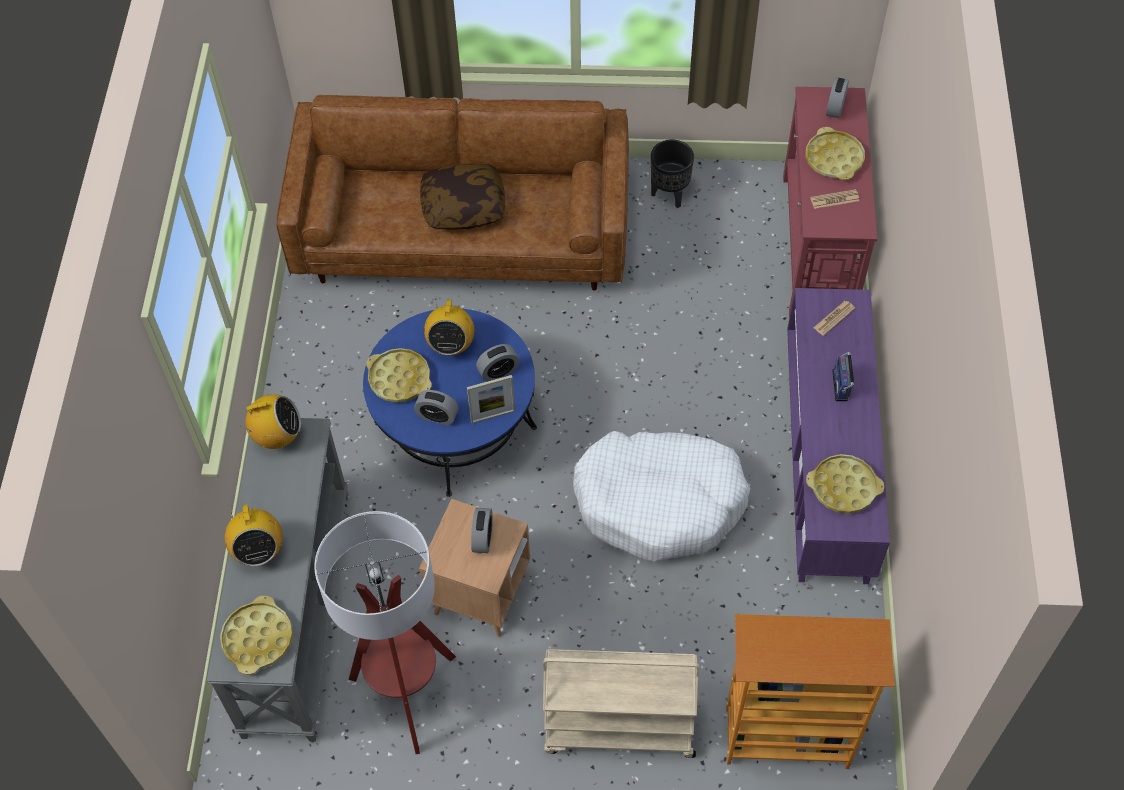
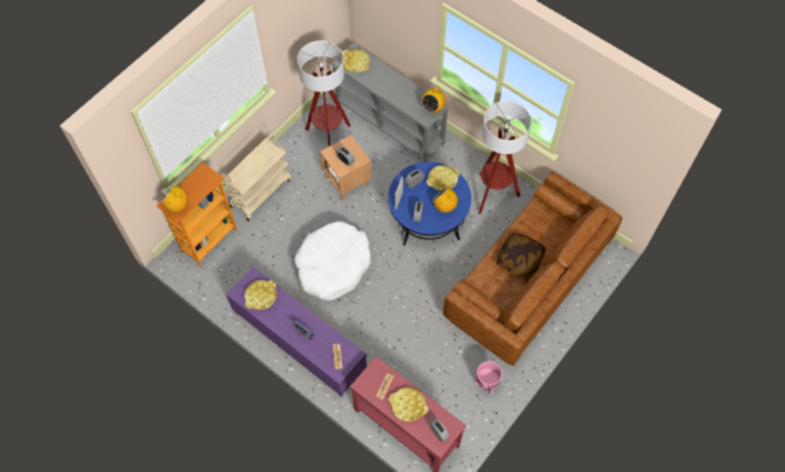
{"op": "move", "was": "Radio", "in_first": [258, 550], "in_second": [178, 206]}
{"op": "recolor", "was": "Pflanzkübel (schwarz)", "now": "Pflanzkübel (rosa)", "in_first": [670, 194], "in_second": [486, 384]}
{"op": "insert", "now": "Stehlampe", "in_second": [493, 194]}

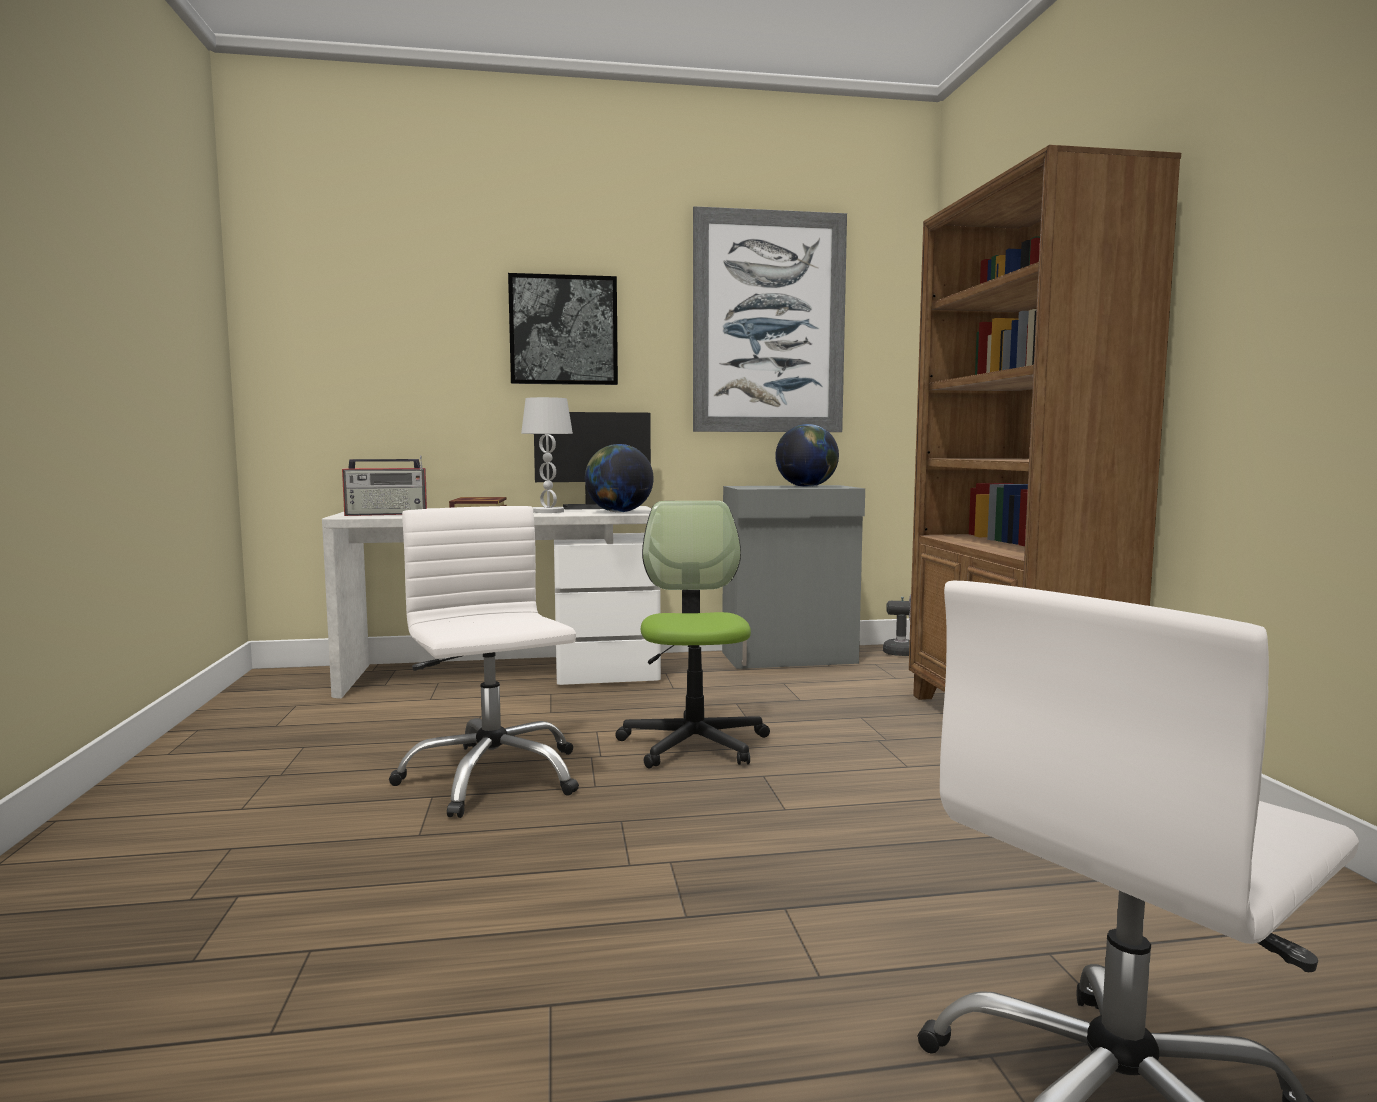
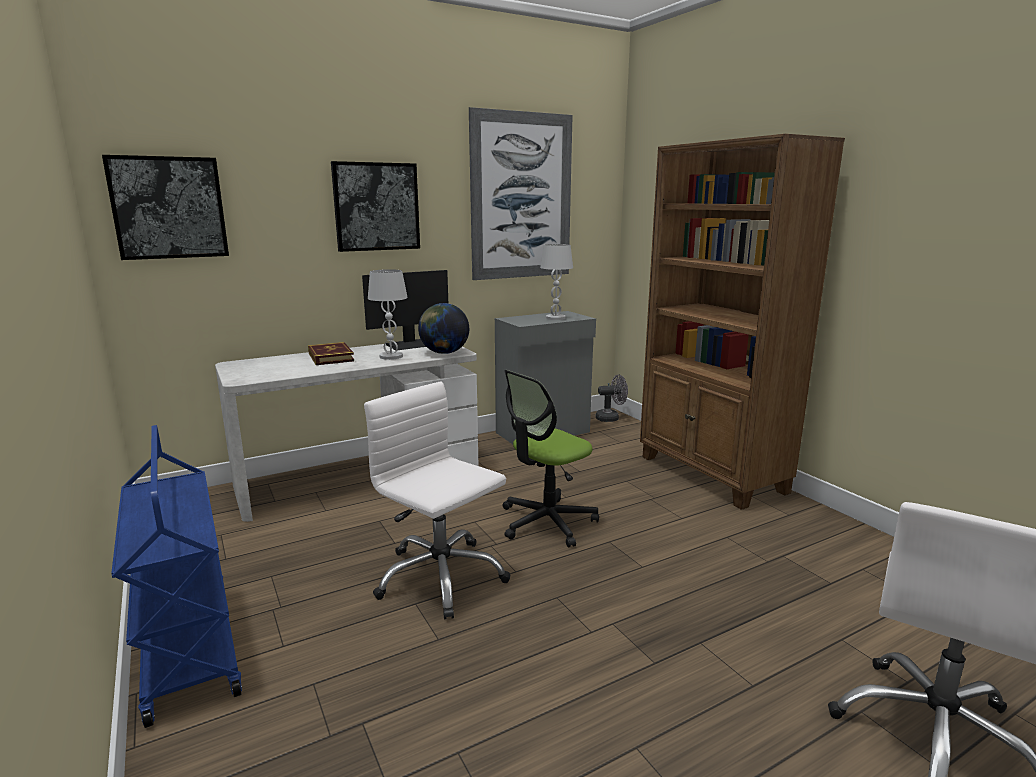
{"op": "delete", "was": "Radio", "in_first": [388, 514]}
{"op": "rotate", "was": "Bürostuhl", "in_first": [694, 744], "in_second": [547, 522], "clockwise": -105}
{"op": "replace", "was": "Globus", "now": "Tischlampe (weiß)", "in_first": [806, 487], "in_second": [555, 318]}
{"op": "insert", "now": "Bild", "in_second": [169, 208]}
{"op": "insert", "now": "Rollwagen (blau)", "in_second": [188, 648]}

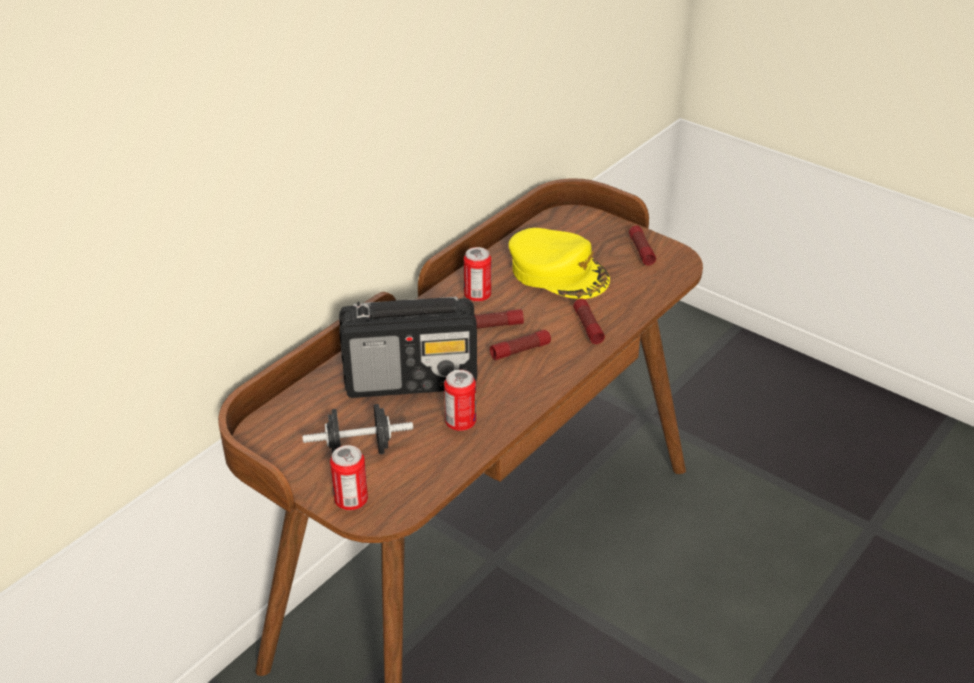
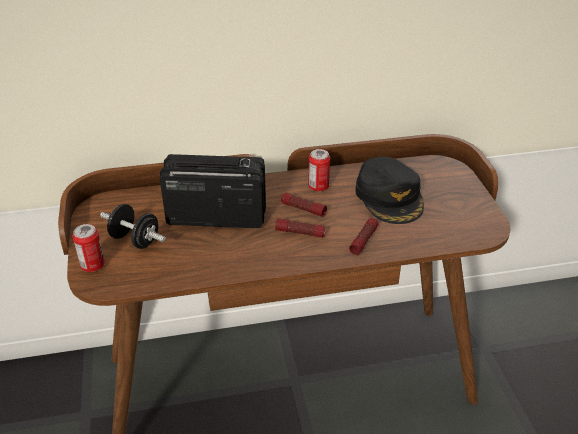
{"op": "rotate", "was": "Radio", "in_first": [412, 380], "in_second": [215, 216], "clockwise": 150}
{"op": "delete", "was": "Dose", "in_first": [460, 423]}
{"op": "recolor", "was": "Kappe (gelb)", "now": "Kappe (schwarz)", "in_first": [558, 272], "in_second": [389, 197]}
{"op": "delete", "was": "Taschenlampe", "in_first": [641, 250]}

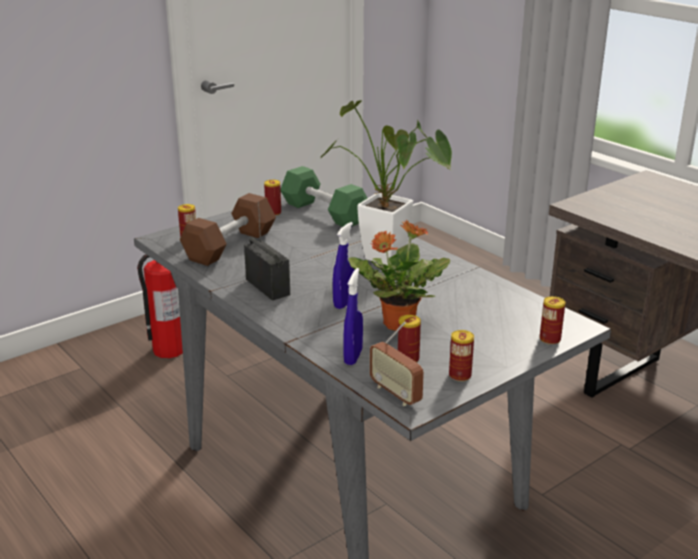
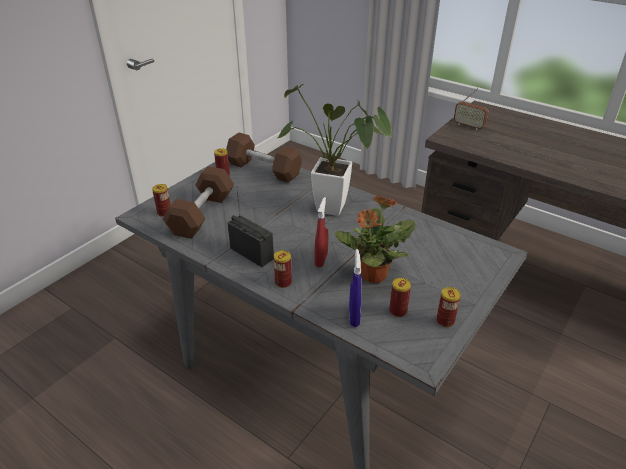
{"op": "delete", "was": "Feuerlöscher", "in_first": [168, 350]}
{"op": "recolor", "was": "Hantel (grün)", "now": "Hantel (braun)", "in_first": [324, 213], "in_second": [263, 169]}
{"op": "recolor", "was": "Sprühflasche (blau)", "now": "Sprühflasche (rot)", "in_first": [344, 303], "in_second": [321, 260]}
{"op": "move", "was": "Radio", "in_first": [395, 394], "in_second": [468, 126]}
{"op": "move", "was": "Dose", "in_first": [550, 339], "in_second": [283, 282]}

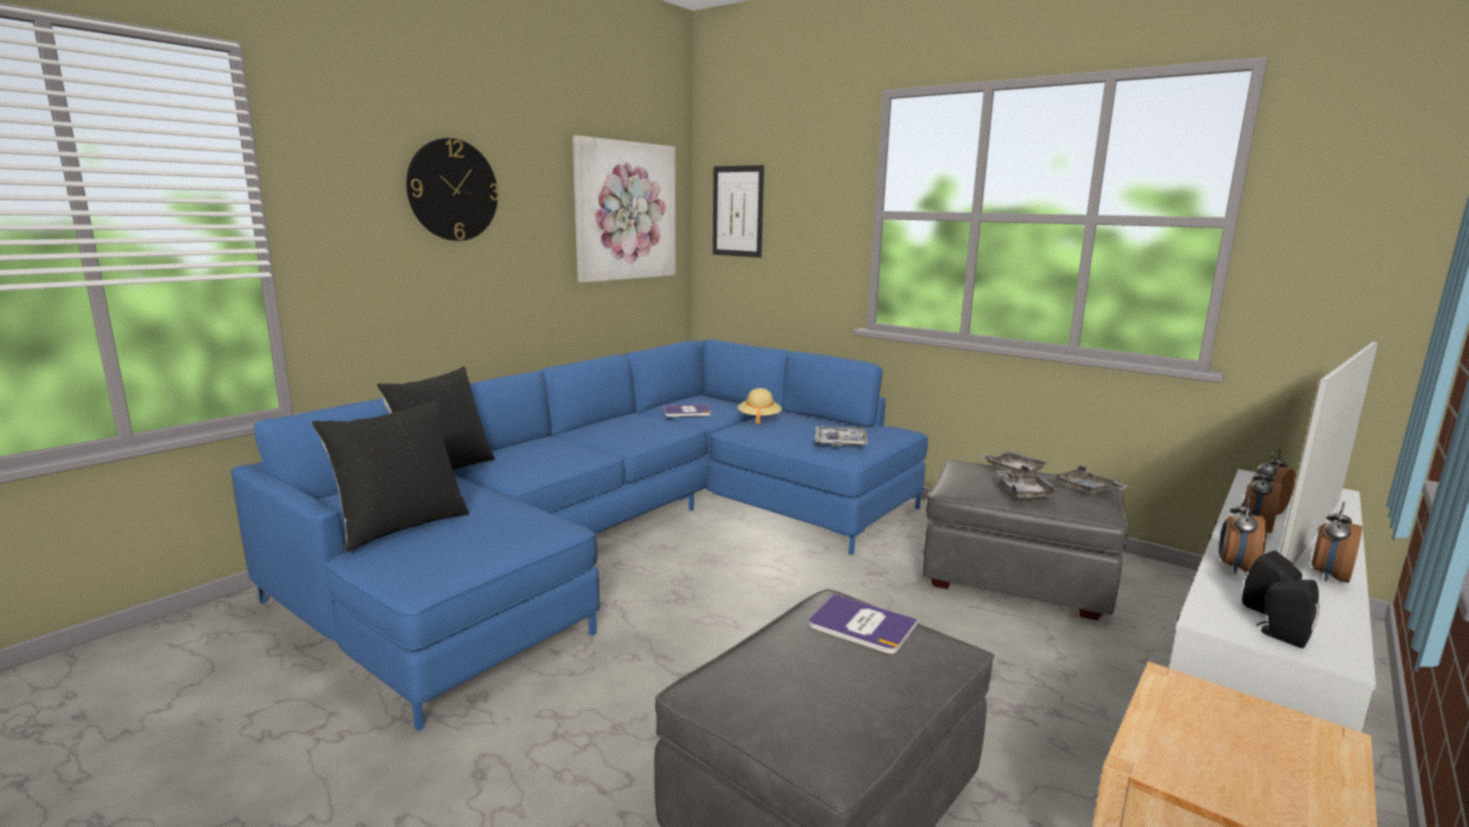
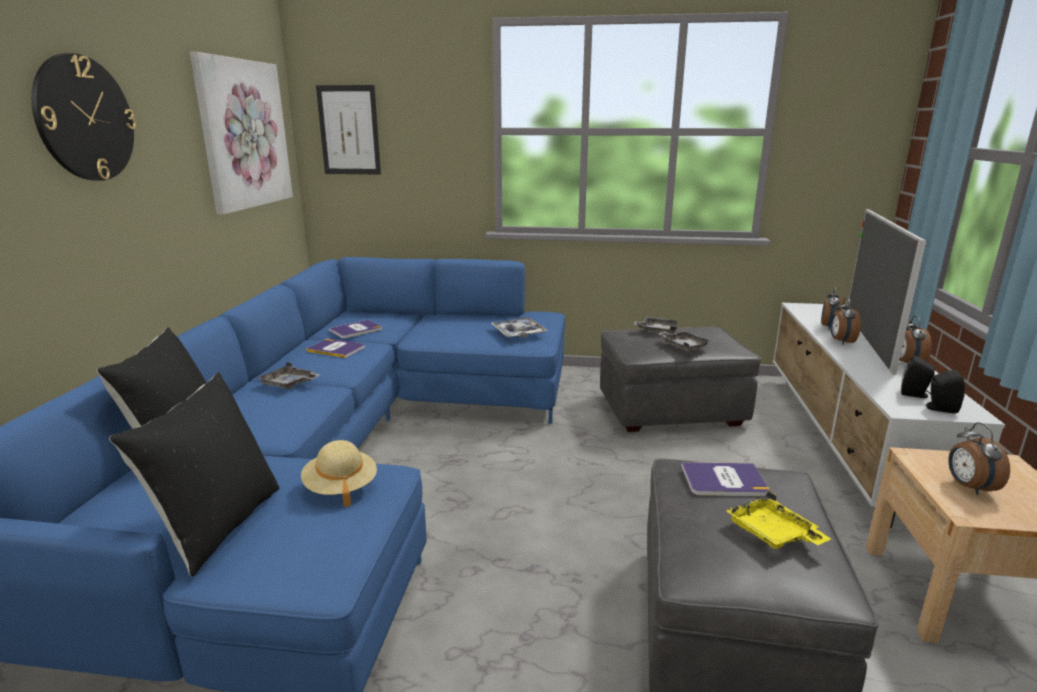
{"op": "move", "was": "Hut (beige)", "in_first": [759, 418], "in_second": [340, 487]}
{"op": "move", "was": "Tablett (grau)", "in_first": [1086, 490], "in_second": [289, 384]}
{"op": "move", "was": "Wecker", "in_first": [1235, 568], "in_second": [968, 487]}
{"op": "insert", "now": "Buch", "in_second": [336, 349]}
{"op": "insert", "now": "Tablett (gelb)", "in_second": [772, 534]}

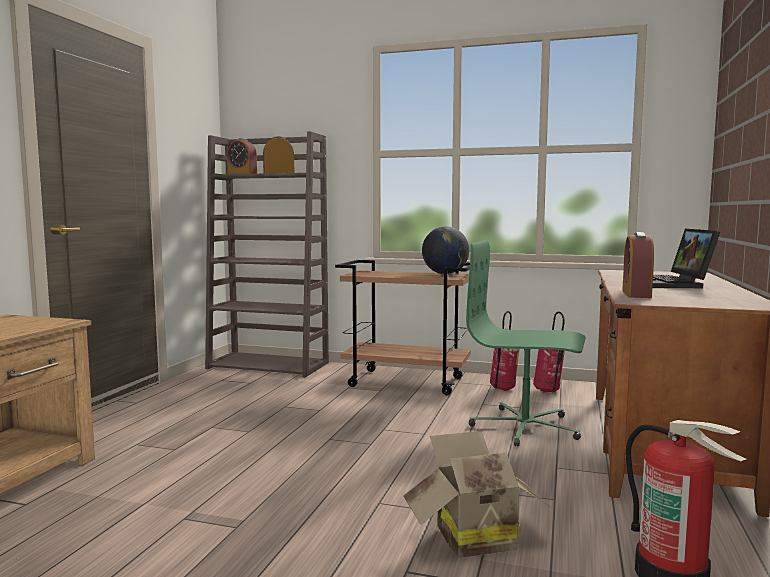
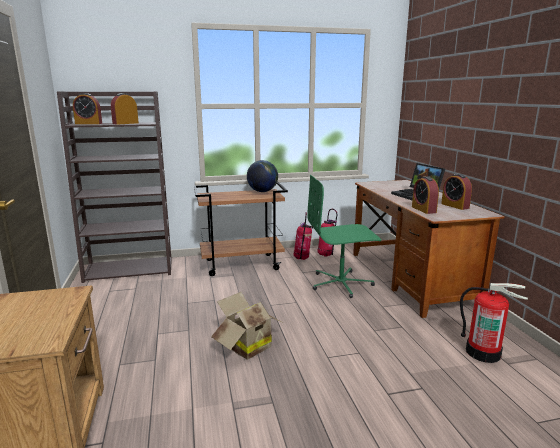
{"op": "move", "was": "Karton", "in_first": [470, 537], "in_second": [246, 346]}
{"op": "insert", "now": "Wecker", "in_second": [455, 206]}

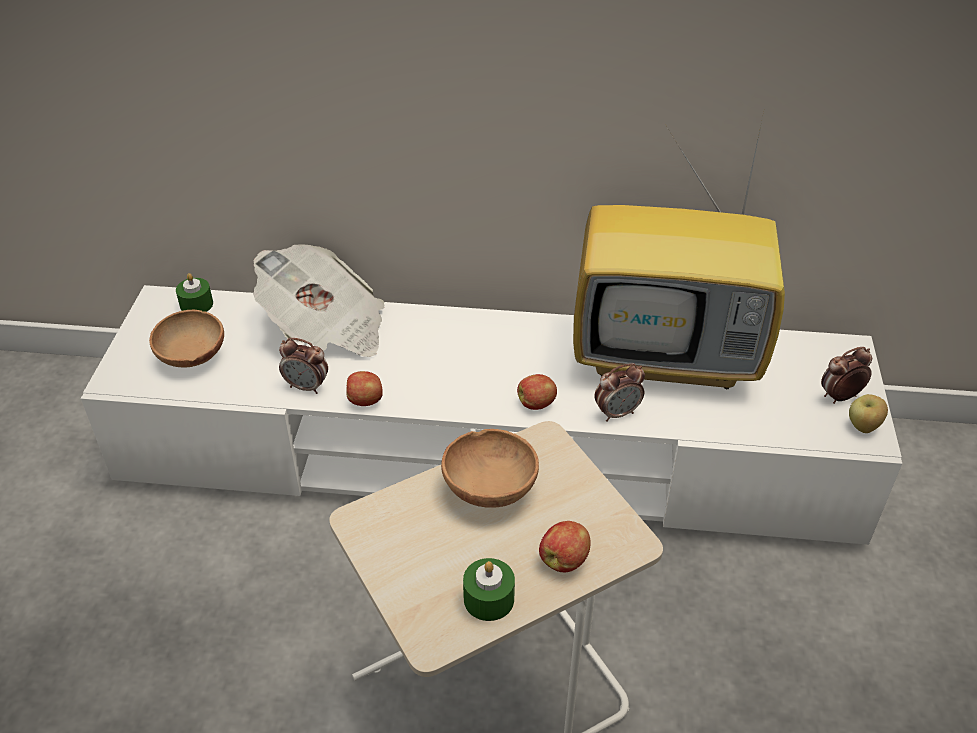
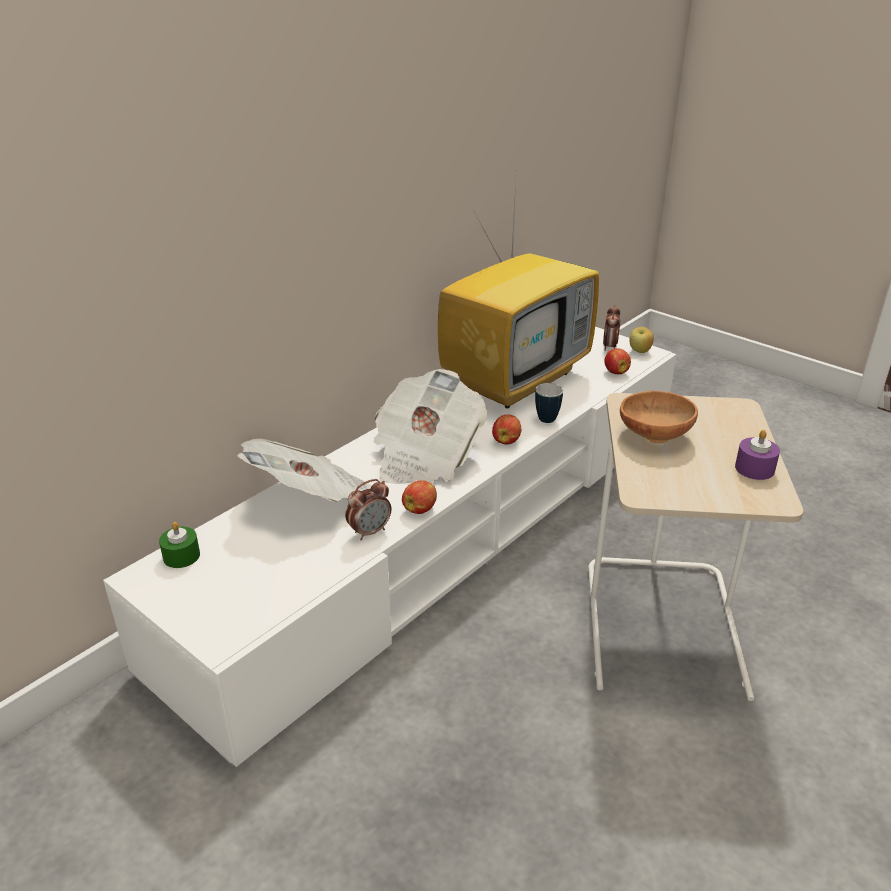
{"op": "delete", "was": "Schüssel (braun)", "in_first": [191, 358]}
{"op": "recolor", "was": "Kerze (grün)", "now": "Kerze (lila)", "in_first": [489, 599], "in_second": [754, 468]}
{"op": "move", "was": "Apfel", "in_first": [564, 560], "in_second": [615, 372]}
{"op": "replace", "was": "Wecker", "now": "Henkelbecher", "in_first": [617, 413], "in_second": [547, 416]}
{"op": "insert", "now": "Zeitung", "in_second": [425, 455]}

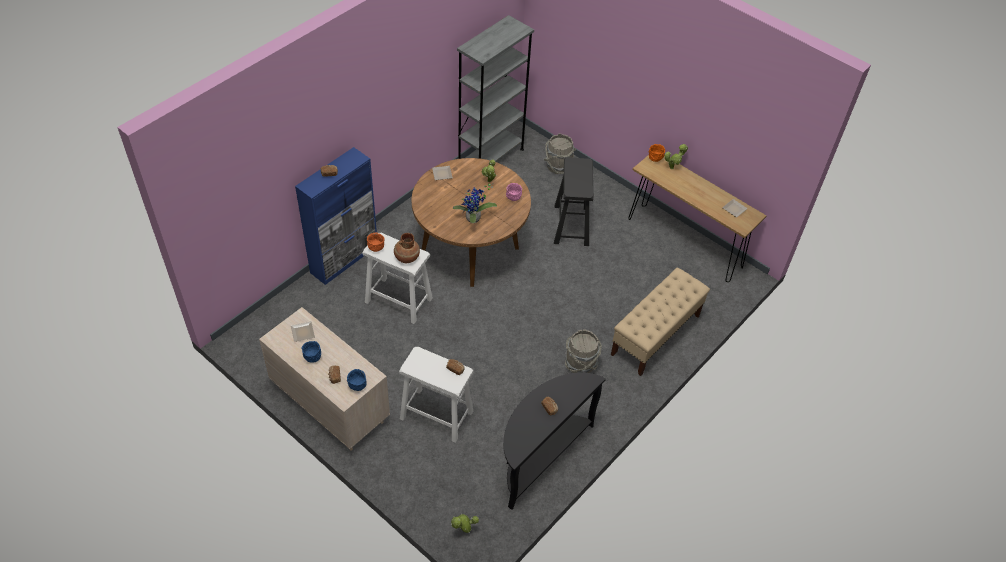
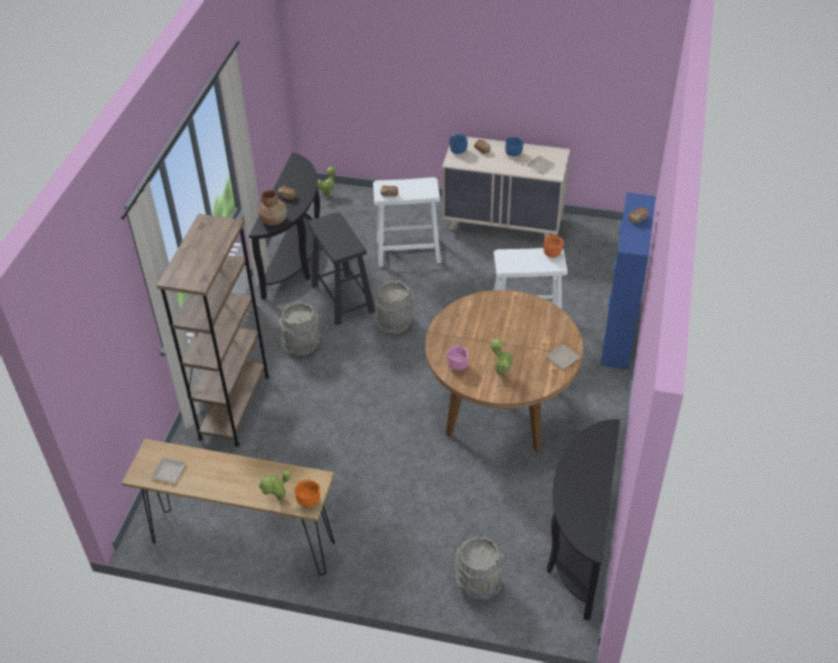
{"op": "move", "was": "Vase (braun)", "in_first": [406, 257], "in_second": [274, 220]}
{"op": "delete", "was": "Topfpflanze", "in_first": [474, 220]}
{"op": "replace", "was": "Bücherregal (grau)", "now": "Konsolentisch (schwarz)", "in_first": [491, 158], "in_second": [577, 546]}
{"op": "move", "was": "Hocker (schwarz)", "in_first": [571, 225], "in_second": [343, 299]}
{"op": "replace", "was": "Bank (beige)", "now": "Bücherregal (braun)", "in_first": [655, 335], "in_second": [234, 406]}
{"op": "insert", "now": "Eimer (grau)", "in_second": [394, 323]}

